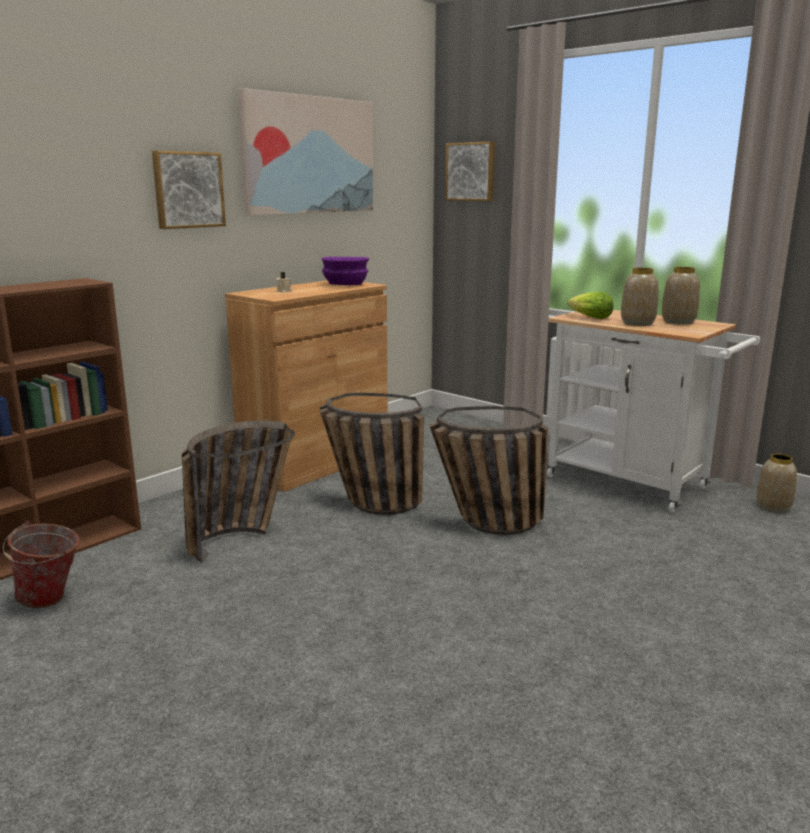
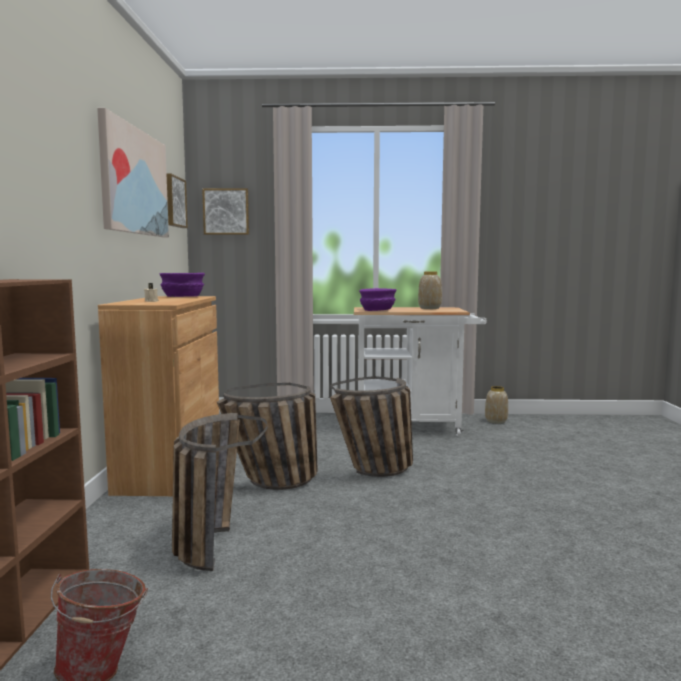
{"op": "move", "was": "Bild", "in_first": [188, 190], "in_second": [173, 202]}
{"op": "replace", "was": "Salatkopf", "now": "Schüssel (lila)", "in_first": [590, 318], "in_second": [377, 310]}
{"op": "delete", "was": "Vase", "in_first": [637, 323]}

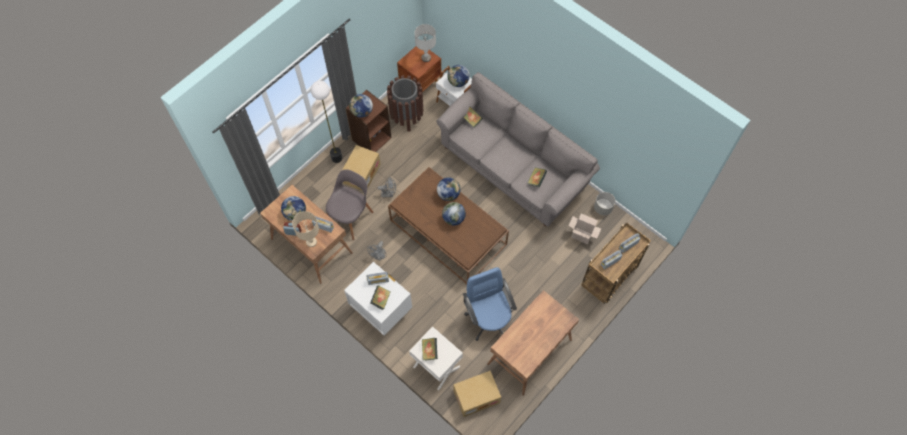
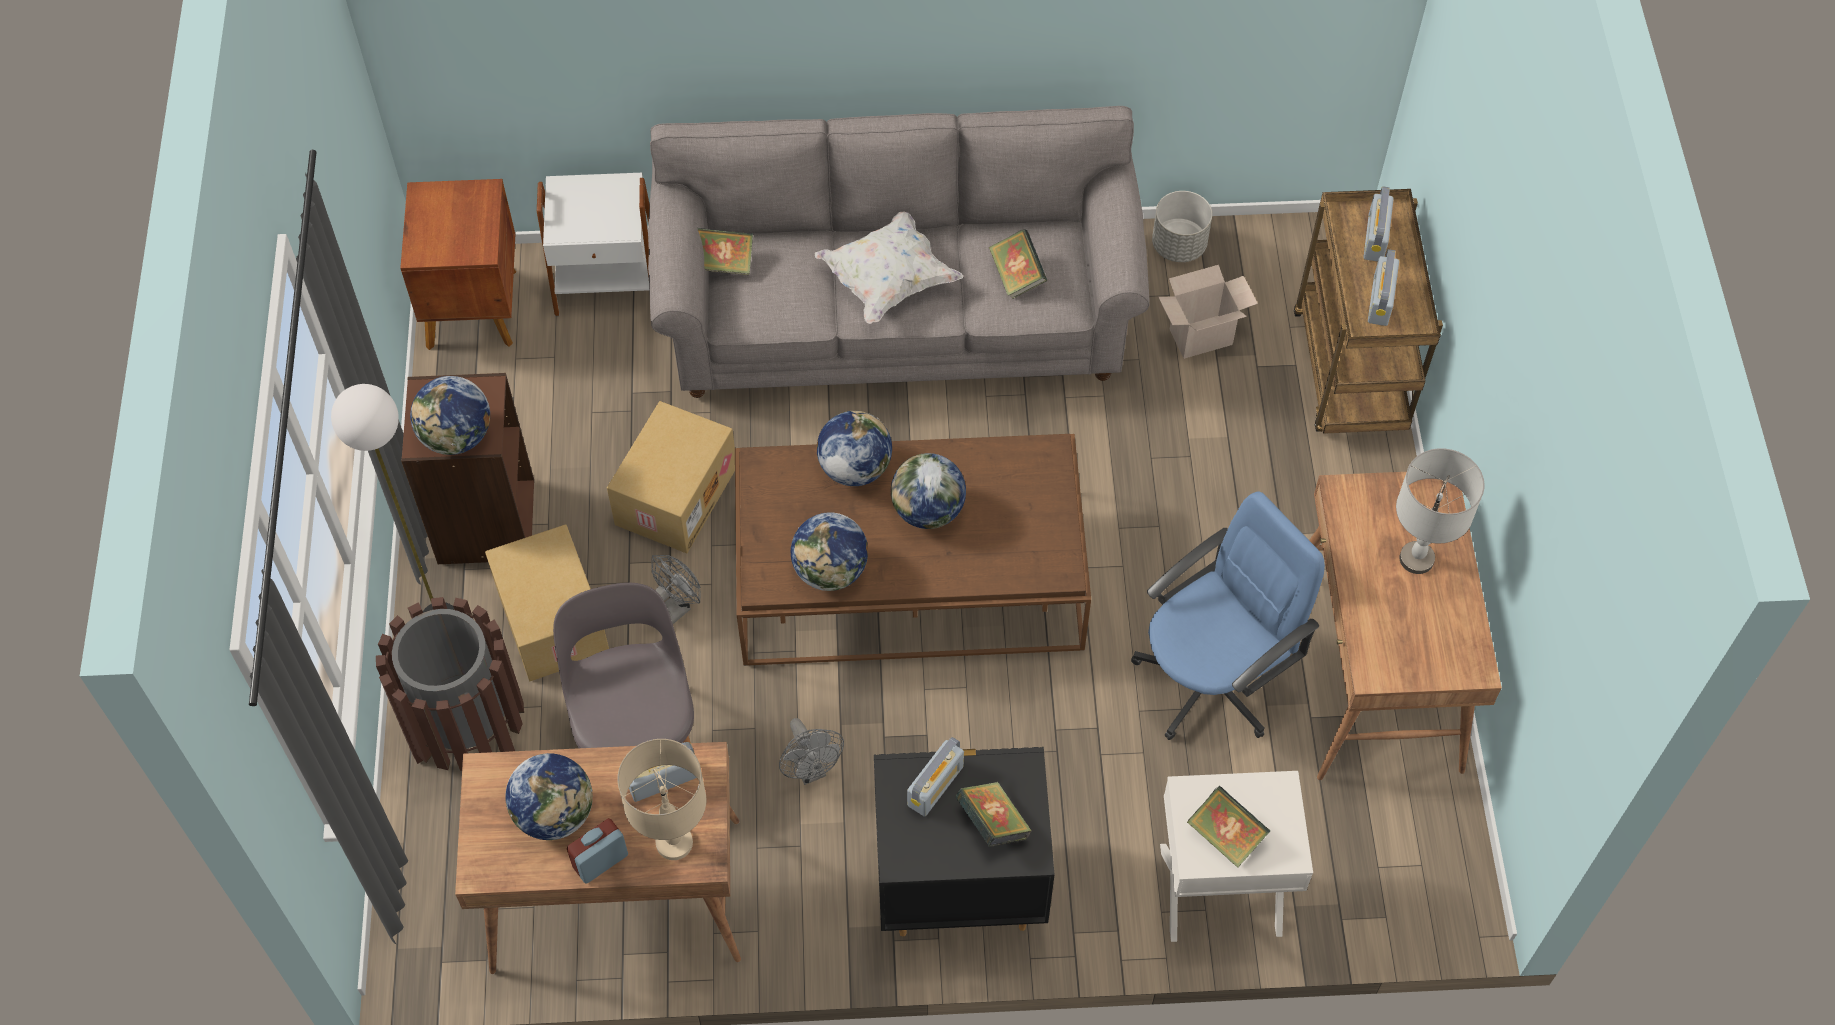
{"op": "recolor", "was": "Nachttisch (weiß)", "now": "Nachttisch (schwarz)", "in_first": [381, 311], "in_second": [959, 887]}
{"op": "move", "was": "Mülleimer (braun)", "in_first": [406, 117], "in_second": [469, 732]}
{"op": "move", "was": "Tischlampe (grau)", "in_first": [426, 58], "in_second": [1416, 559]}
{"op": "move", "was": "Globus", "in_first": [458, 82], "in_second": [831, 571]}
{"op": "move", "was": "Karton", "in_first": [476, 396], "in_second": [675, 494]}
{"op": "rotate", "was": "Bürostuhl (blau)", "in_first": [489, 319], "in_second": [1211, 680], "clockwise": 120}
{"op": "insert", "now": "Kissen (weiß)", "in_second": [888, 281]}

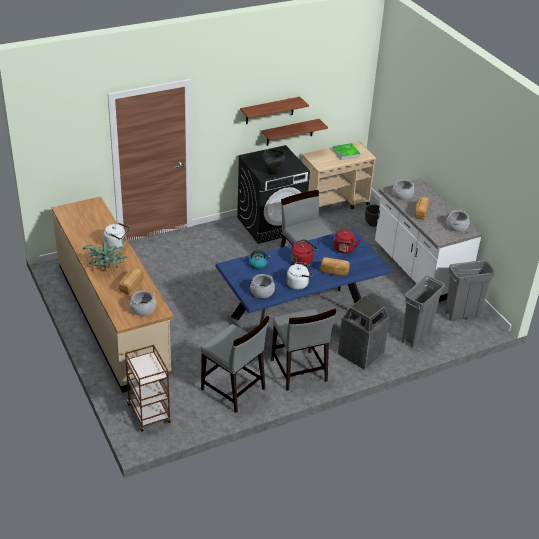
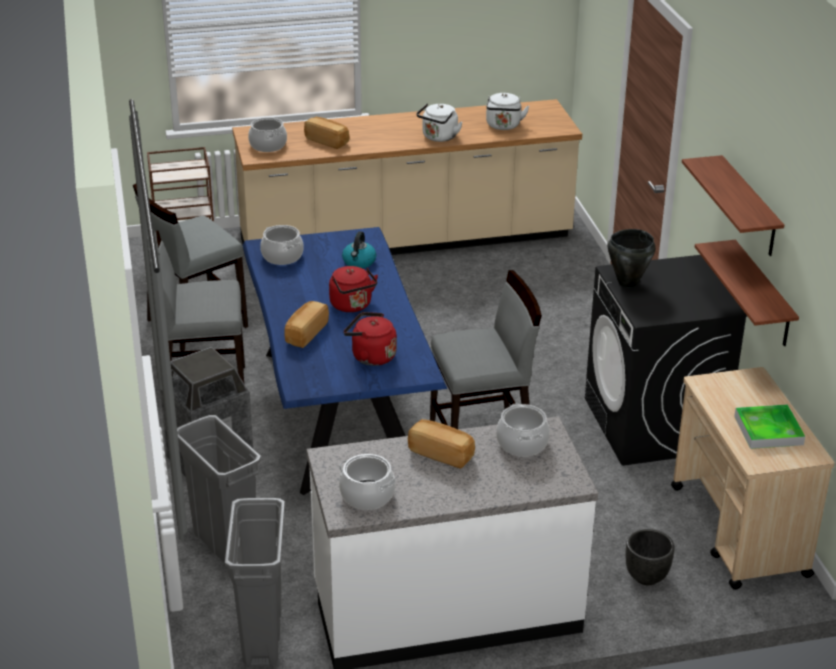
{"op": "delete", "was": "Topfpflanze", "in_first": [107, 267]}
{"op": "move", "was": "Wasserkessel (weiß)", "in_first": [298, 284], "in_second": [503, 126]}

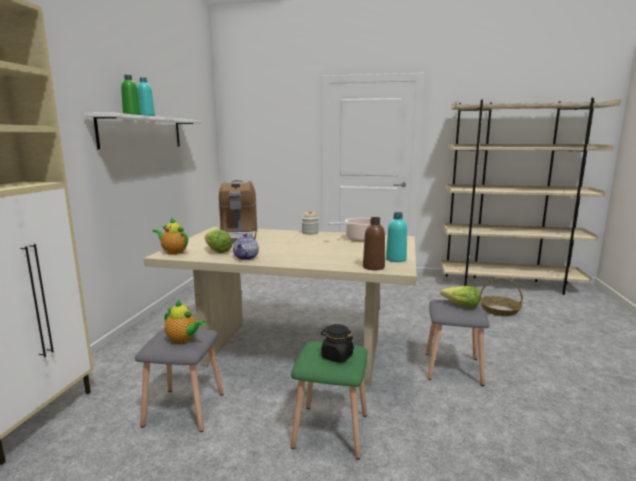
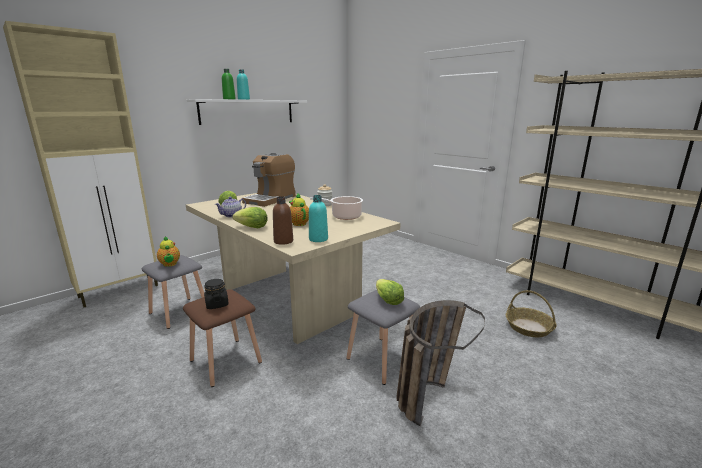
{"op": "move", "was": "Teekanne", "in_first": [173, 252], "in_second": [298, 223]}
{"op": "recolor", "was": "Hocker (grün)", "now": "Hocker (braun)", "in_first": [329, 430], "in_second": [224, 361]}
{"op": "insert", "now": "Salatkopf", "in_second": [252, 227]}
{"op": "insert", "now": "Korb", "in_second": [428, 393]}

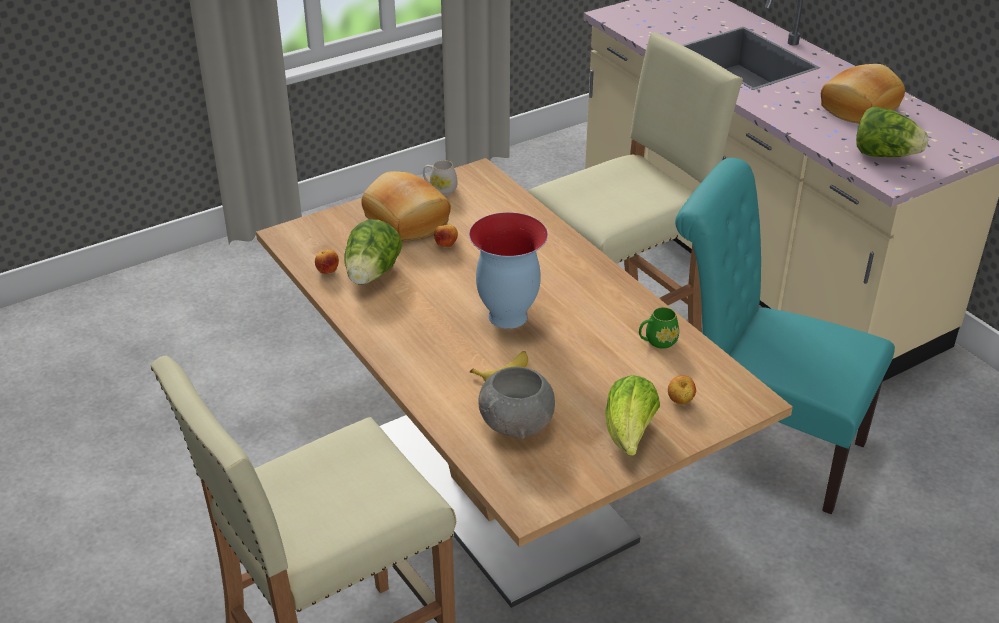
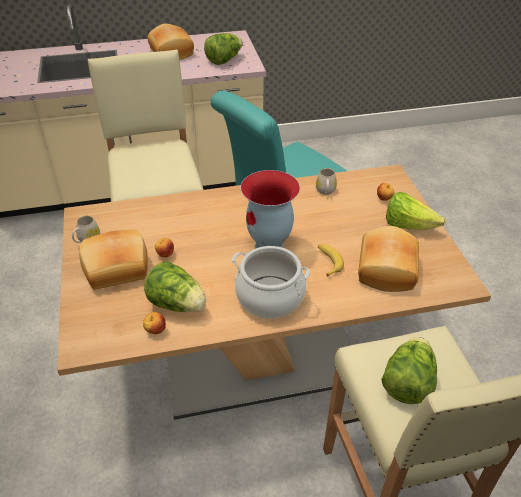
{"op": "replace", "was": "Schüssel (grau)", "now": "Brot", "in_first": [517, 424], "in_second": [385, 269]}
{"op": "recolor", "was": "Henkelbecher (grün)", "now": "Henkelbecher (weiß)", "in_first": [657, 341], "in_second": [325, 191]}
{"op": "insert", "now": "Kochtopf", "in_second": [270, 297]}
{"op": "insert", "now": "Salatkopf", "in_second": [407, 383]}

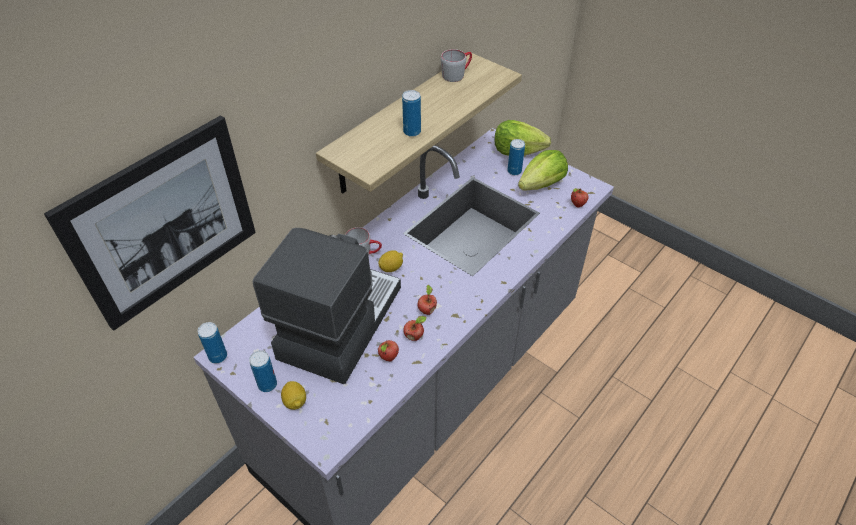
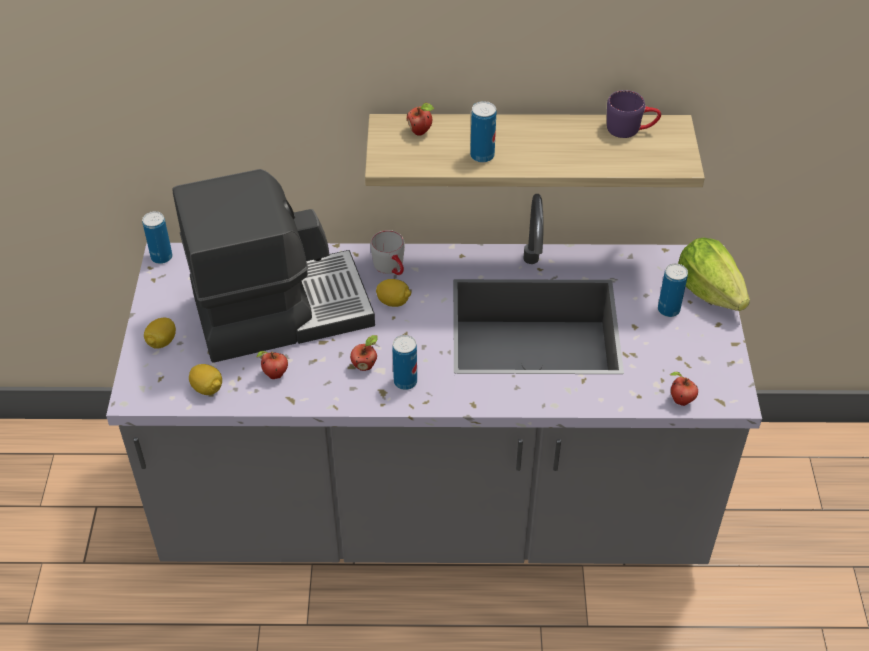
{"op": "delete", "was": "Bild", "in_first": [164, 223]}
{"op": "move", "was": "Dose", "in_first": [267, 384], "in_second": [405, 382]}
{"op": "move", "was": "Apfel", "in_first": [414, 336], "in_second": [421, 132]}
{"op": "recolor", "was": "Henkelbecher (grau)", "now": "Henkelbecher (lila)", "in_first": [457, 74], "in_second": [631, 129]}
{"op": "delete", "was": "Salatkopf", "in_first": [542, 185]}
{"op": "insert", "now": "Zitrone", "in_second": [207, 388]}

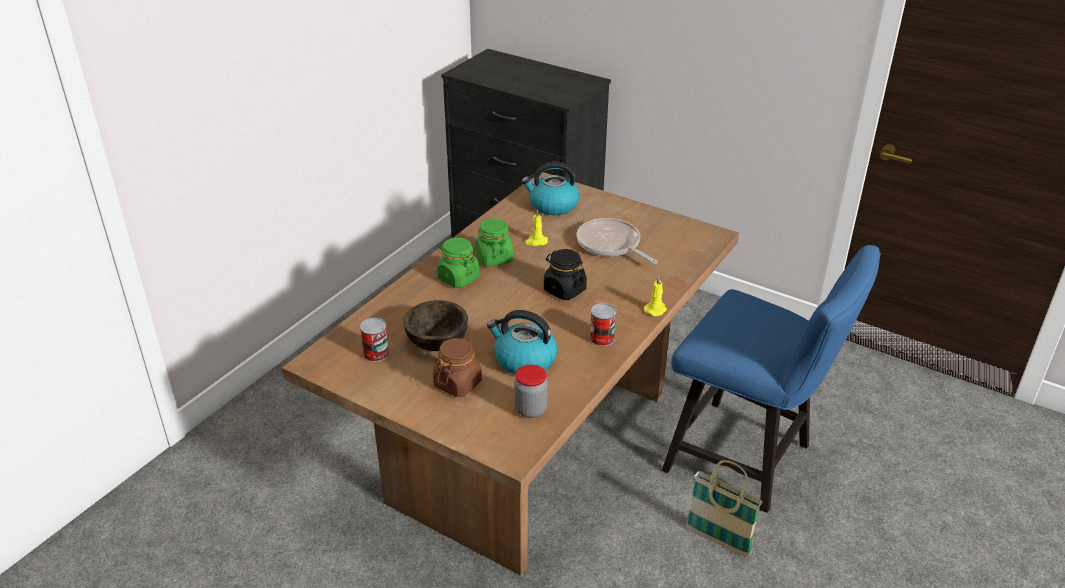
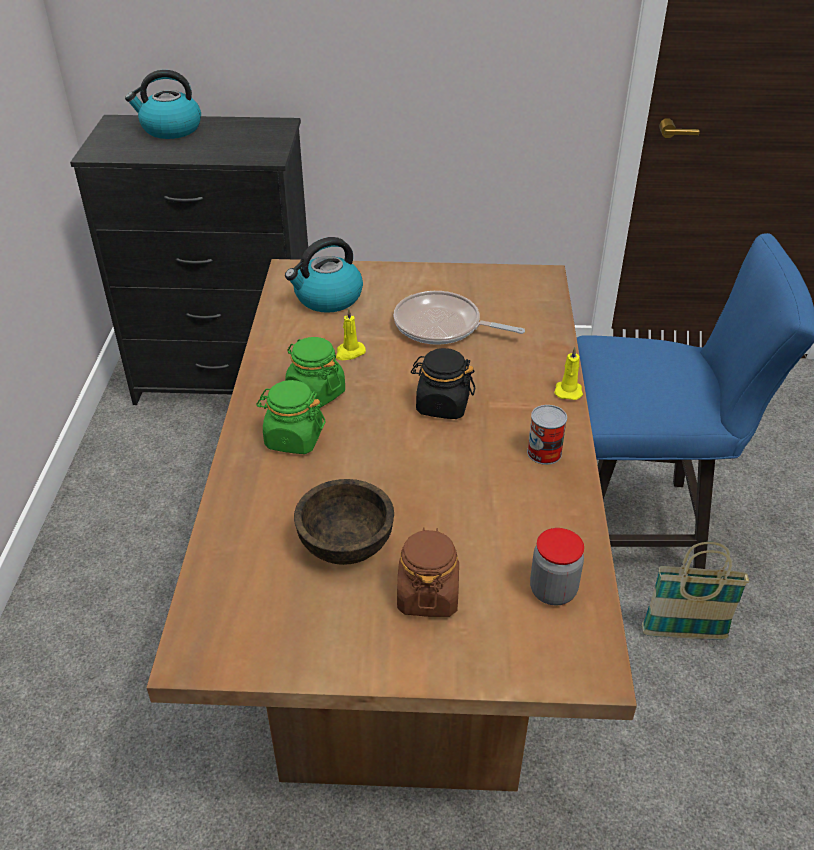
{"op": "delete", "was": "Dose", "in_first": [376, 353]}
{"op": "move", "was": "Wasserkessel", "in_first": [524, 360], "in_second": [170, 129]}

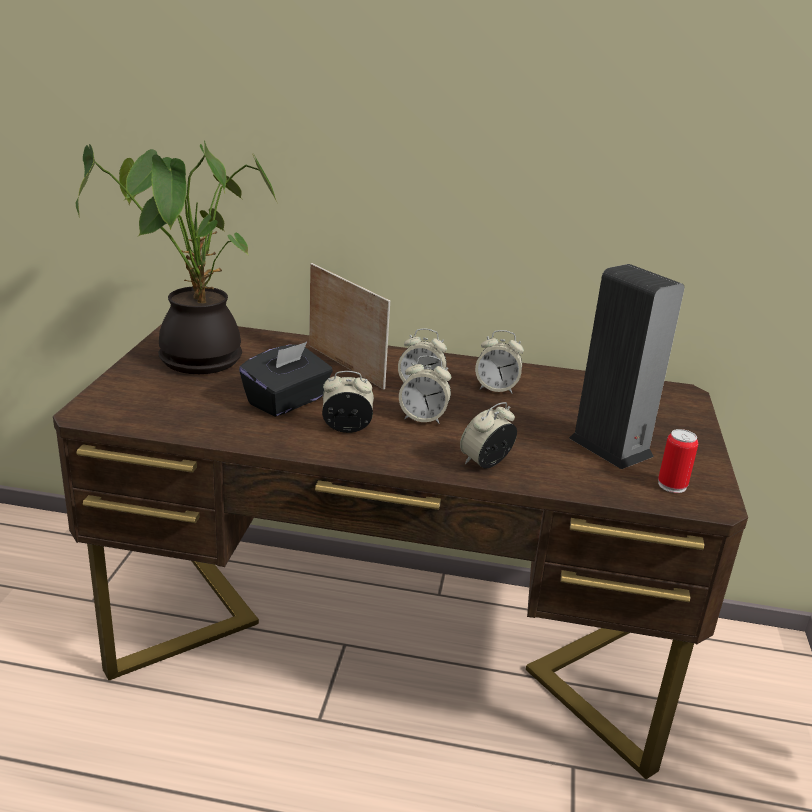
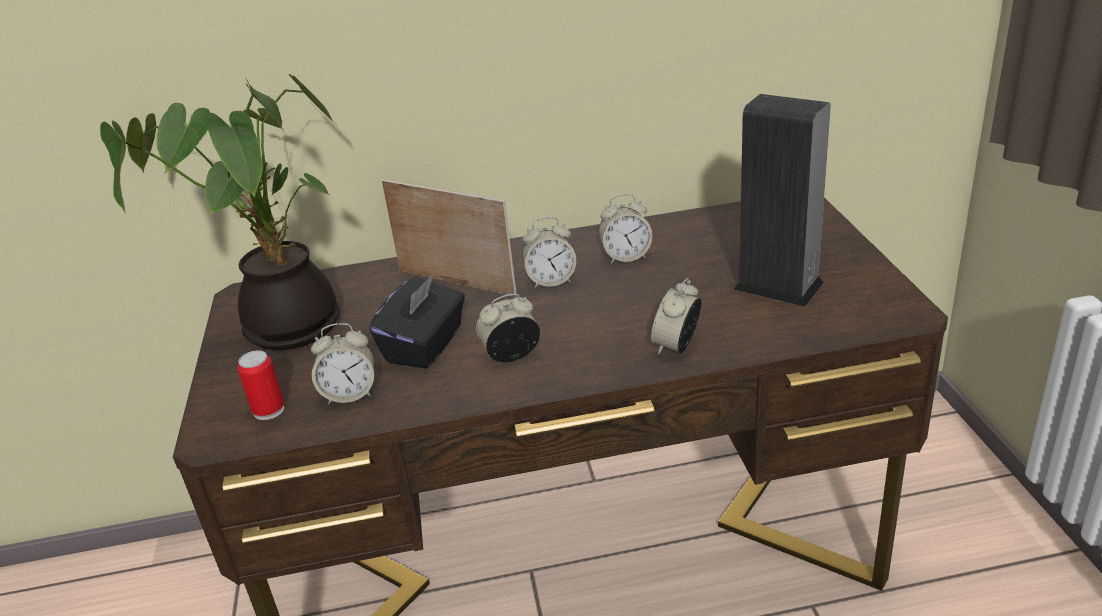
{"op": "move", "was": "Wecker", "in_first": [423, 418], "in_second": [350, 394]}
{"op": "move", "was": "Dose", "in_first": [672, 485], "in_second": [269, 410]}

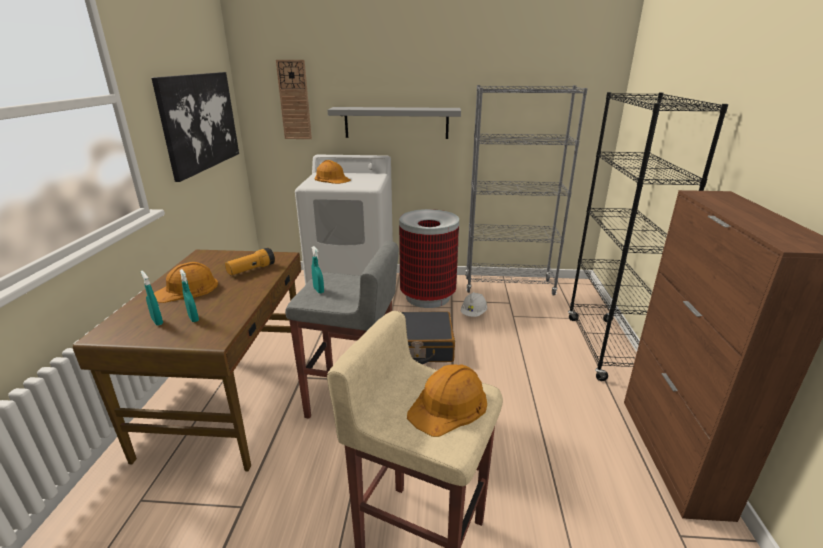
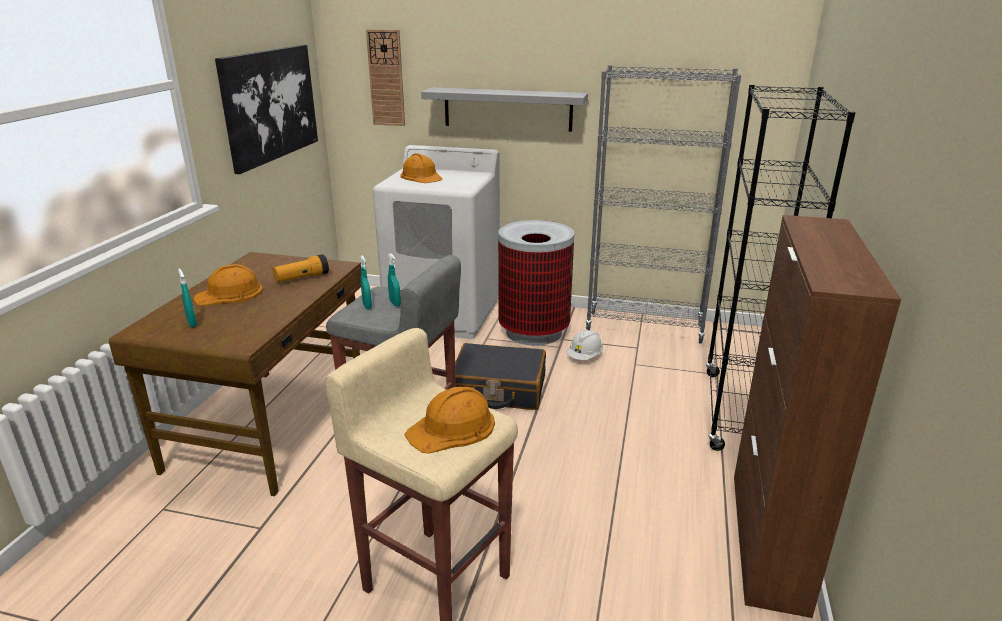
{"op": "move", "was": "Sprühflasche (türkis)", "in_first": [193, 318], "in_second": [395, 303]}

